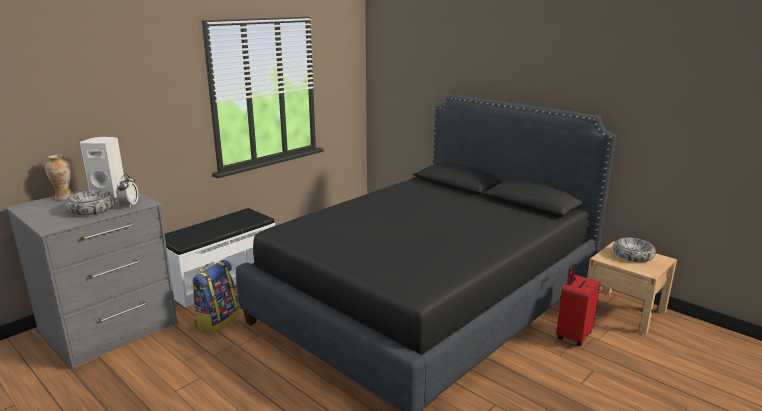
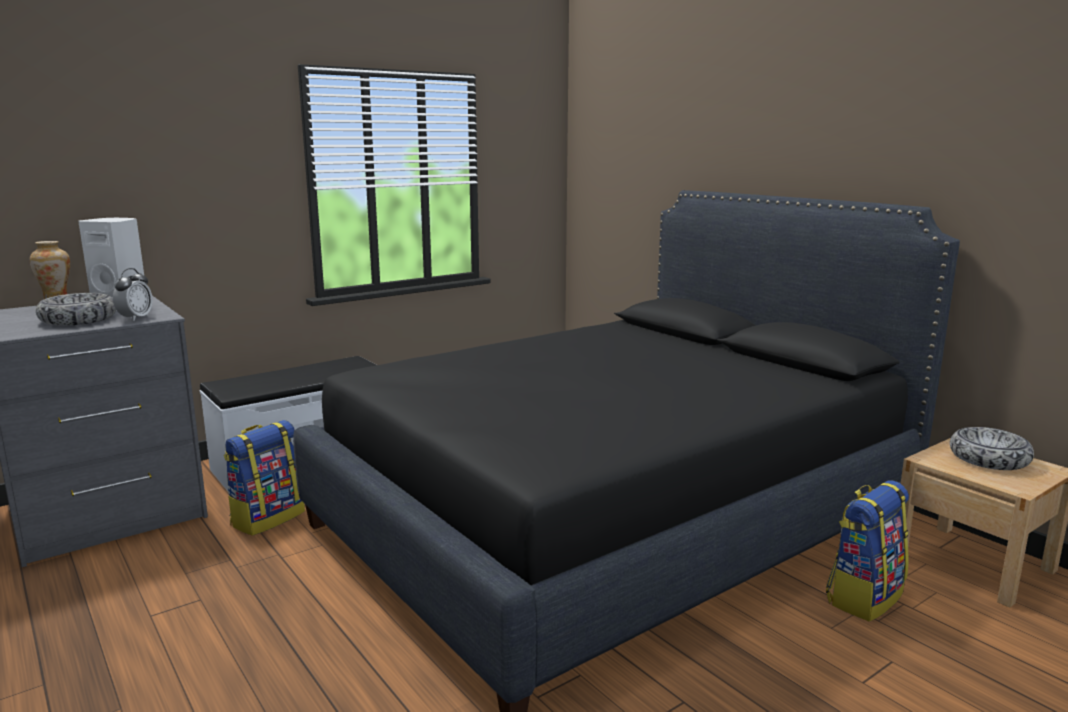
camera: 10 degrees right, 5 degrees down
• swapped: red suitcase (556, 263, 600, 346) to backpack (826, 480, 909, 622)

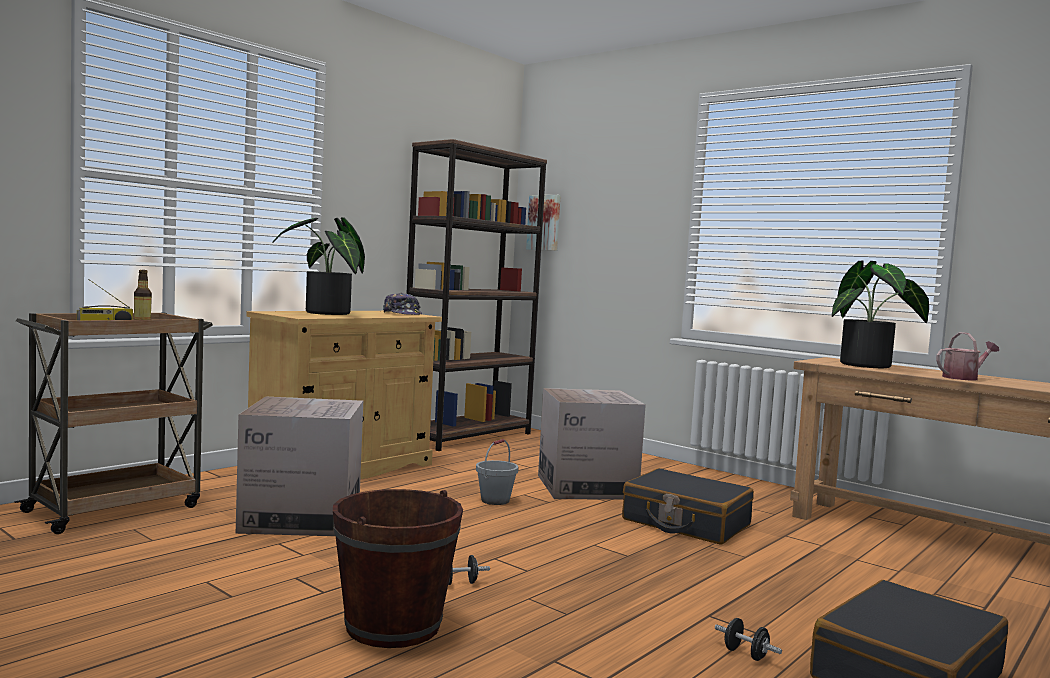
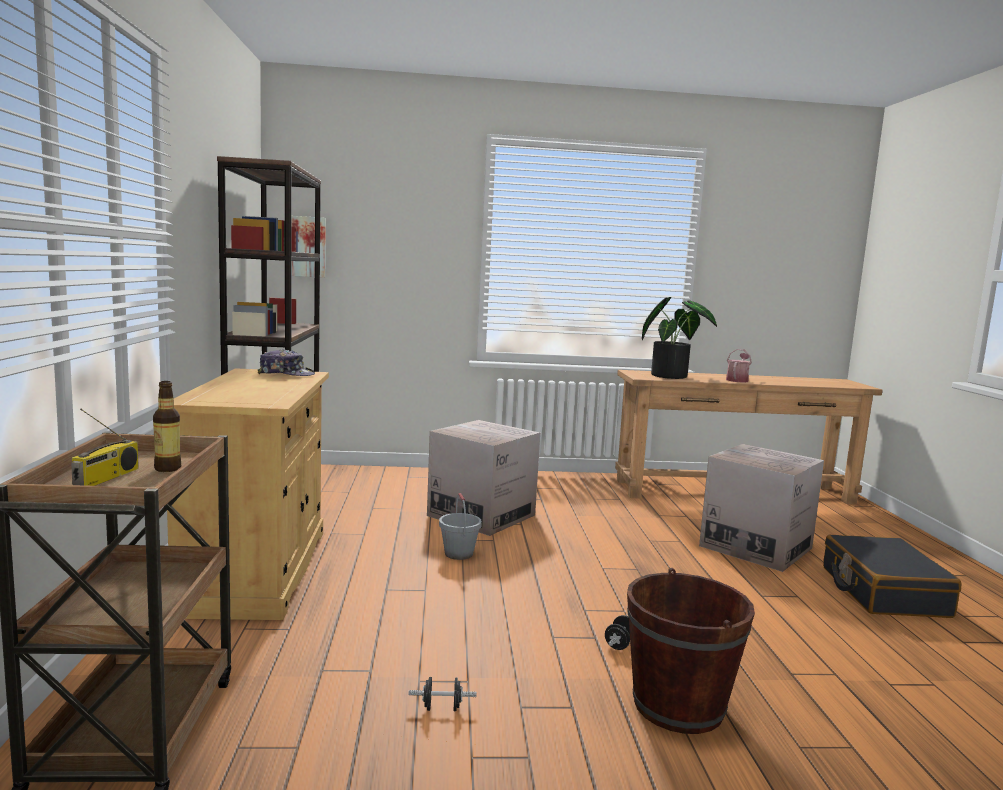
camera: 45 degrees left, 5 degrees up
• gone: potted plant (272, 217, 365, 315)
• gone: black suitcase (622, 468, 754, 545)
• shifted: cardboard box (236, 396, 363, 536) to (699, 444, 824, 572)
• shifted: black dumbbell (715, 618, 782, 661) to (408, 677, 477, 711)

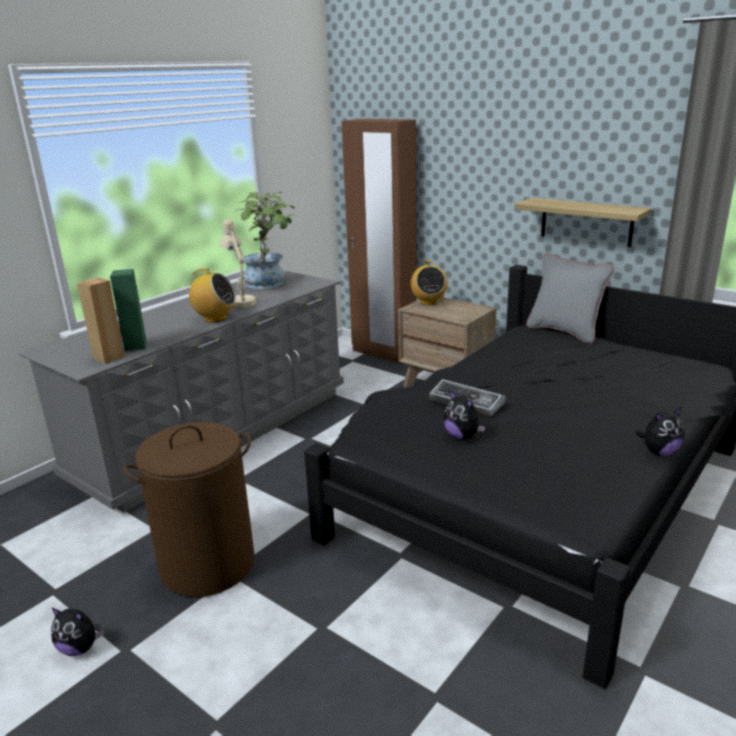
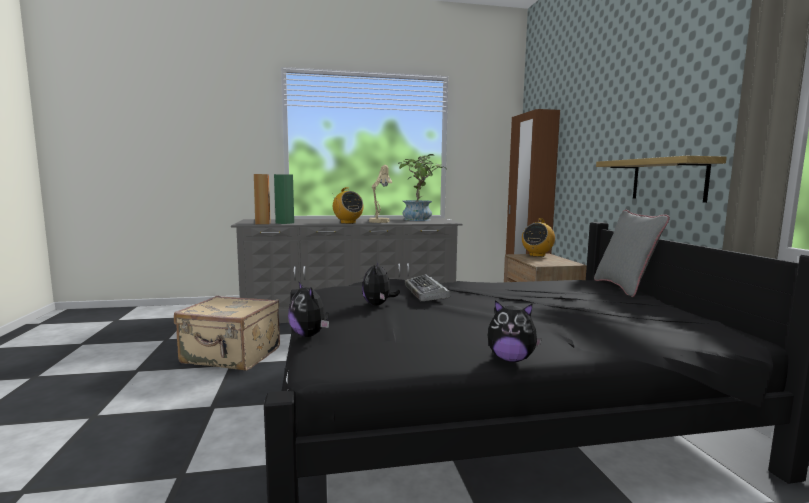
camera: 40 degrees right, 15 degrees down
• shifted: plush toy (51, 607, 104, 656) to (288, 282, 329, 337)
• swapped: brown laundry basket (124, 422, 255, 597) to beige suitcase (174, 296, 280, 371)

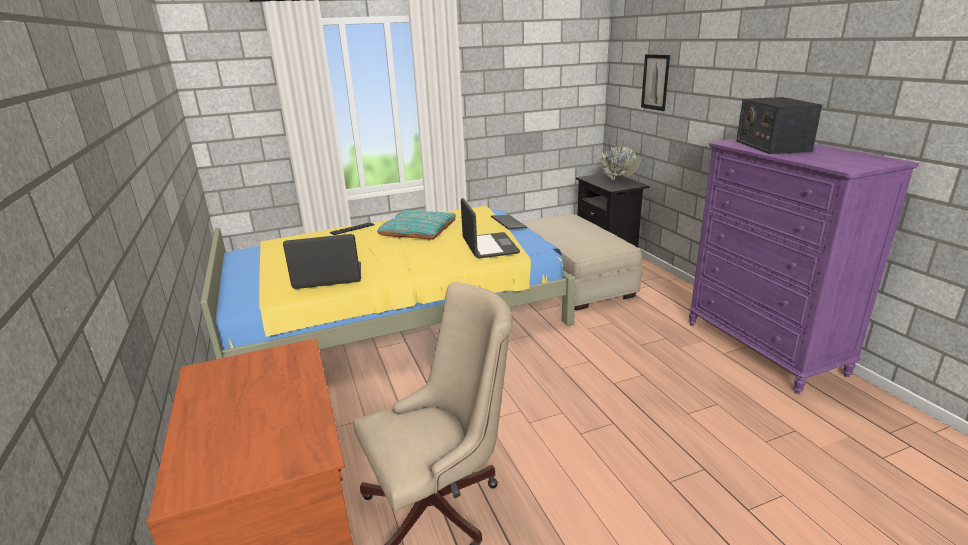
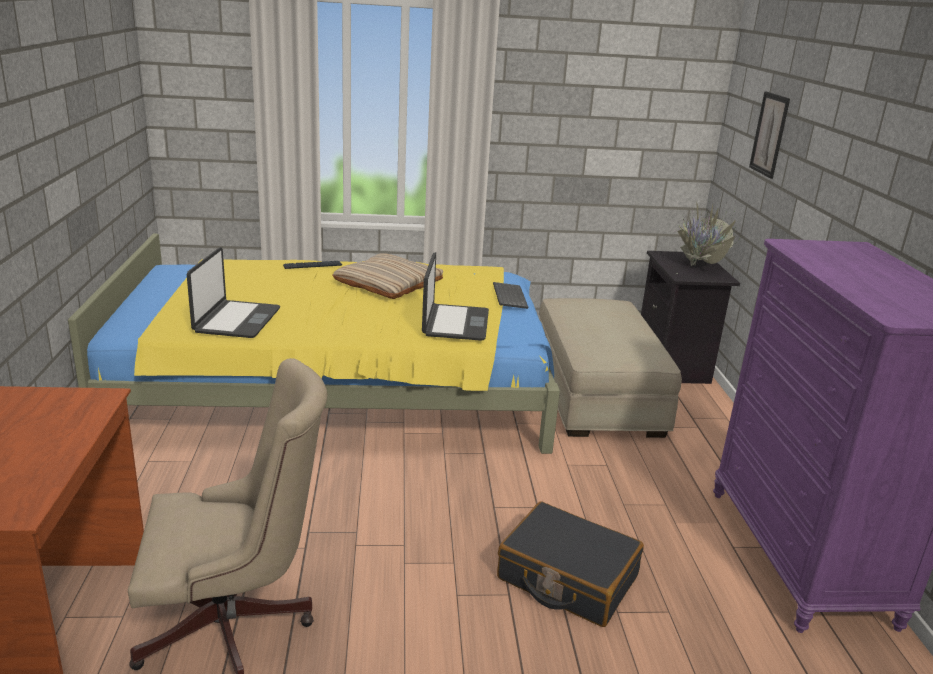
camera: 15 degrees right, 0 degrees up
• gone: radio (736, 97, 822, 154)
• new: black suitcase (497, 502, 644, 627)
• repainted: turquoise pillow (377, 210, 456, 240) to beige pillow (332, 253, 443, 299)
• rotated: laptop (283, 234, 361, 289) = (187, 247, 280, 338) 90 degrees clockwise

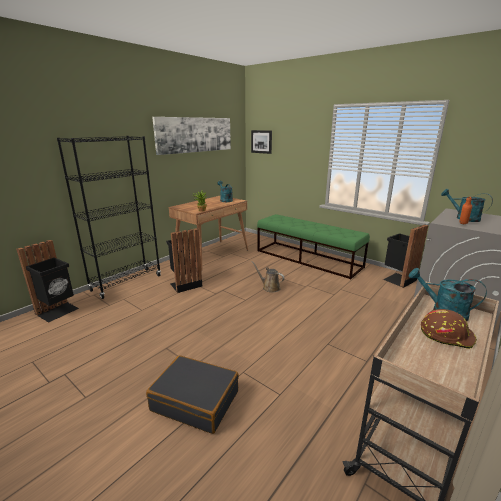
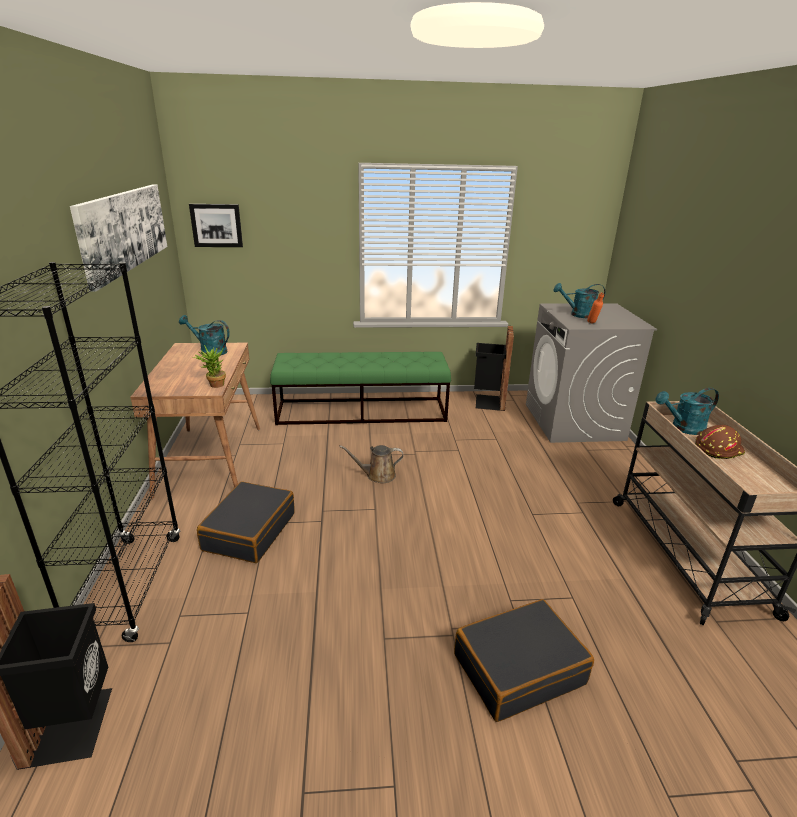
camera: 45 degrees left, 5 degrees up
• swapped: black trash can (166, 228, 202, 293) to black suitcase (197, 481, 295, 563)

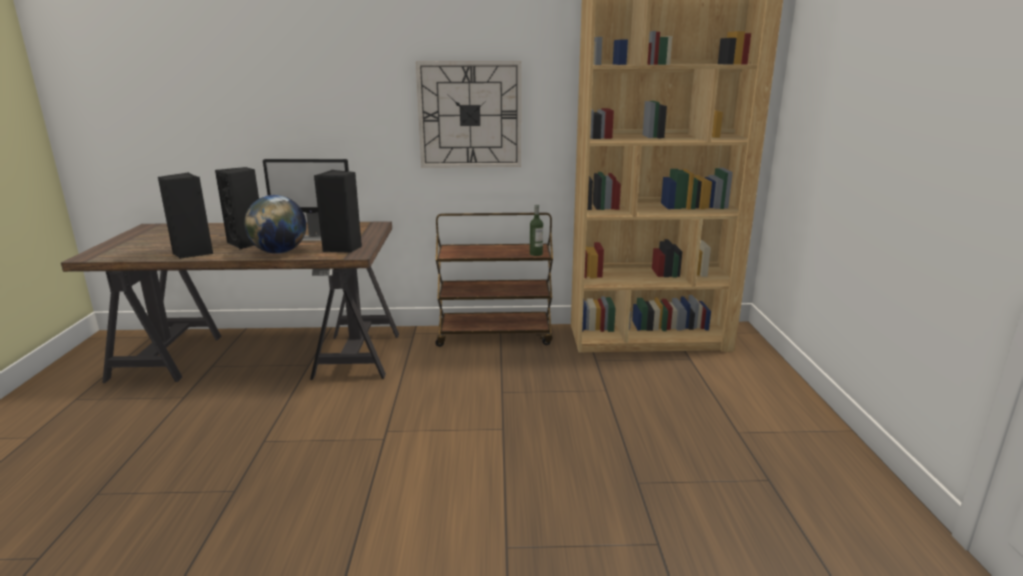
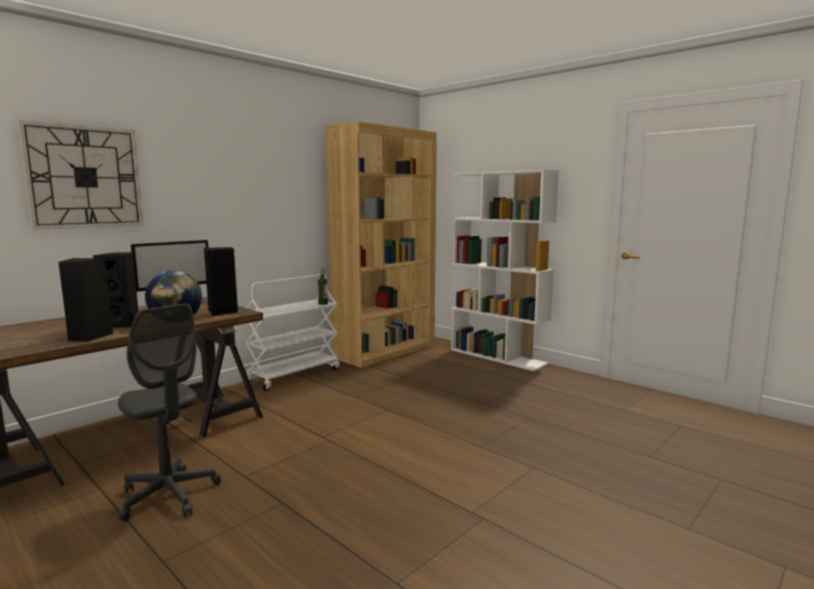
camera: 45 degrees left, 10 degrees down
• new: grey office chair (118, 304, 221, 521)
• new: white bookcase (451, 169, 559, 371)
• shifted: wall clock (416, 61, 521, 168) to (18, 120, 144, 230)
• repainted: brown cart (435, 212, 553, 347) to white cart (245, 274, 339, 391)

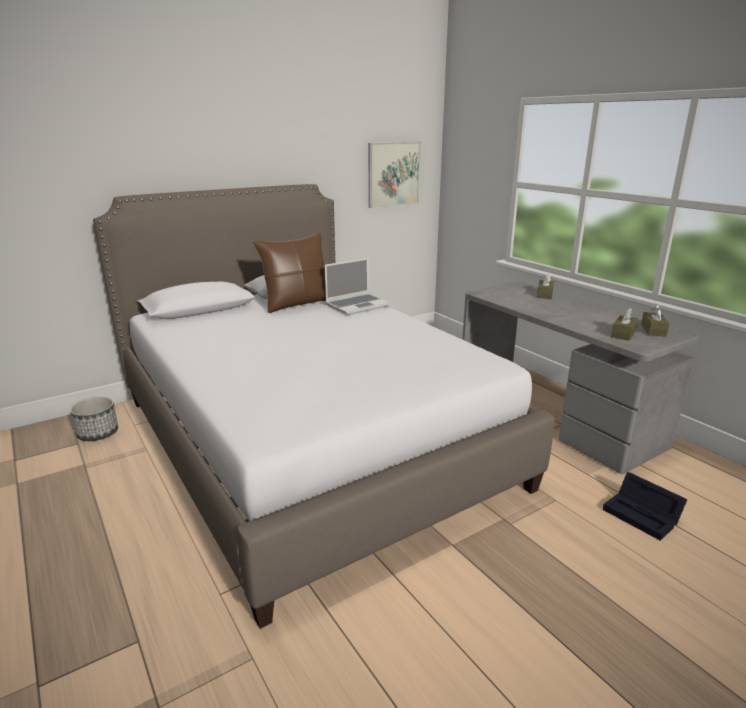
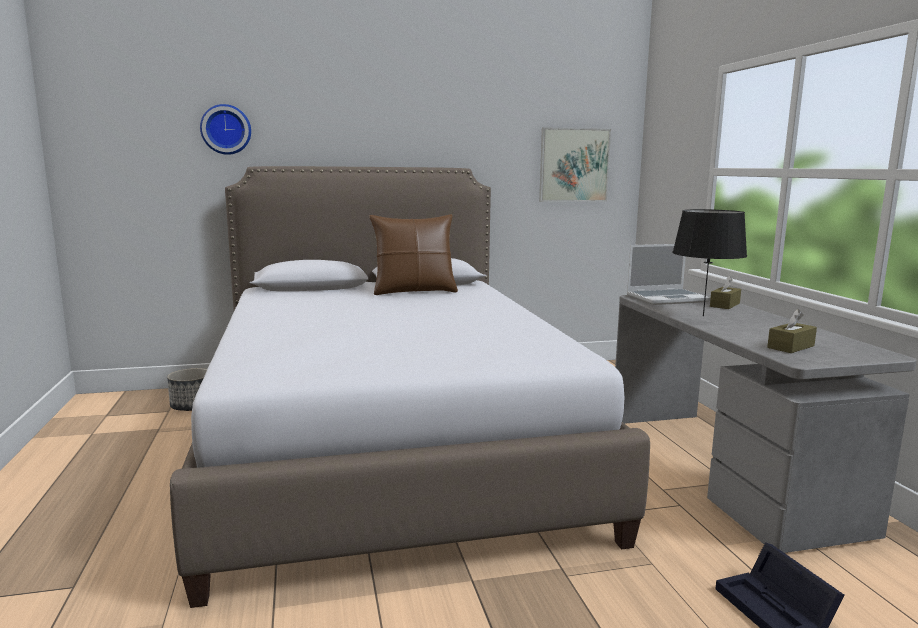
camera: 20 degrees right, 10 degrees down
• gone: brown tissue box (641, 304, 669, 337)
• new: wall clock (200, 104, 251, 155)
• new: black table lamp (672, 209, 747, 316)
• shifted: laptop (325, 258, 390, 315) to (627, 244, 711, 305)

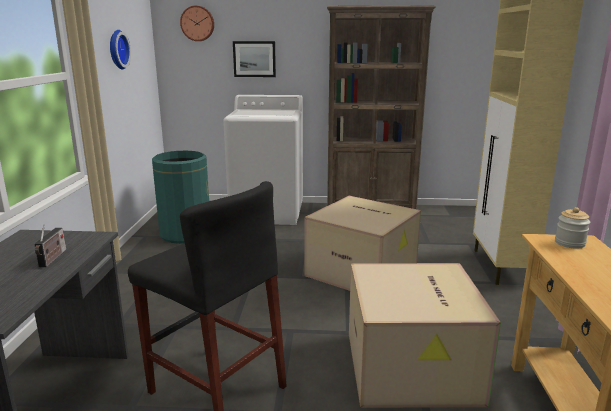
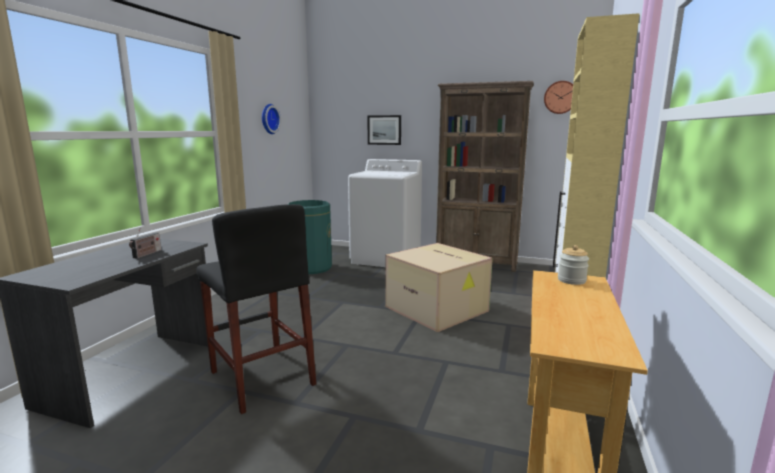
camera: 15 degrees right, 5 degrees down
• gone: cardboard box (349, 263, 501, 408)
• shifted: wall clock (180, 5, 214, 41) to (544, 81, 573, 114)

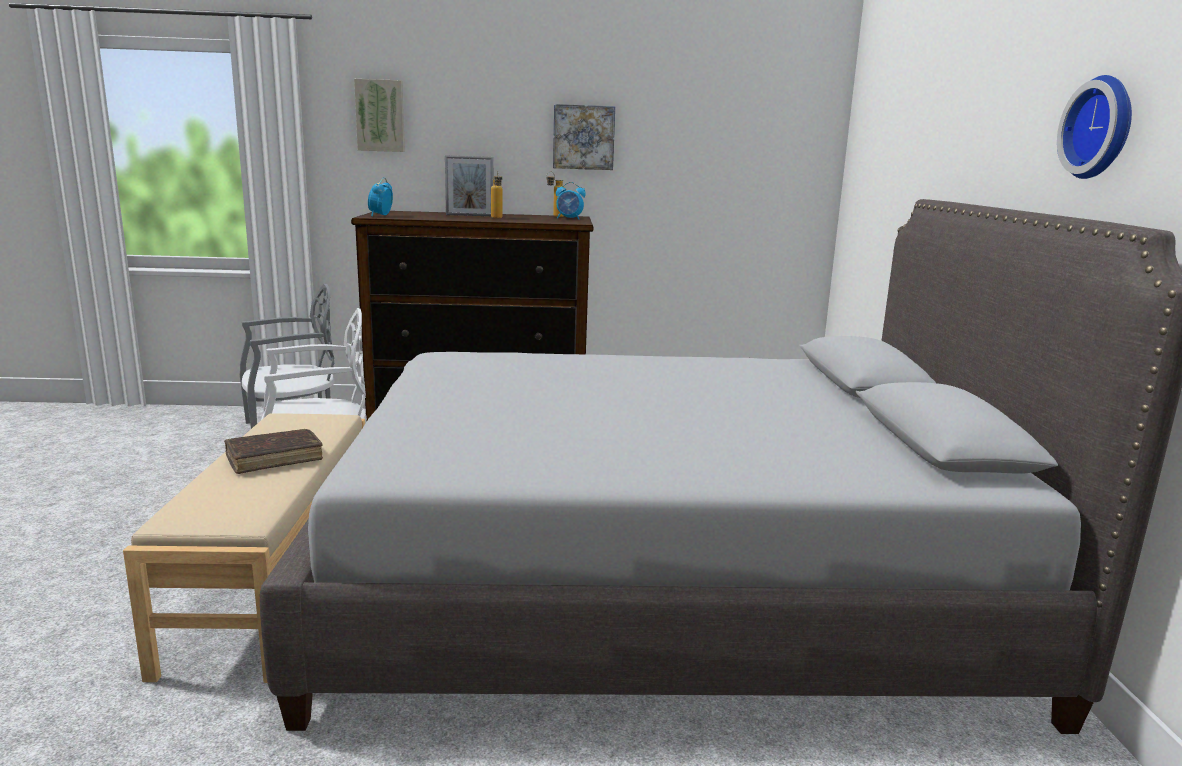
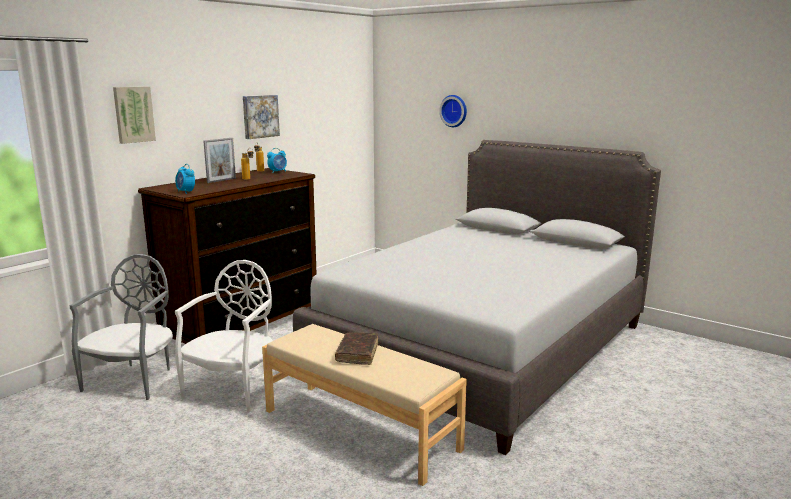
camera: 50 degrees left, 0 degrees up
• shifted: wall clock (1057, 75, 1132, 179) to (439, 95, 467, 127)

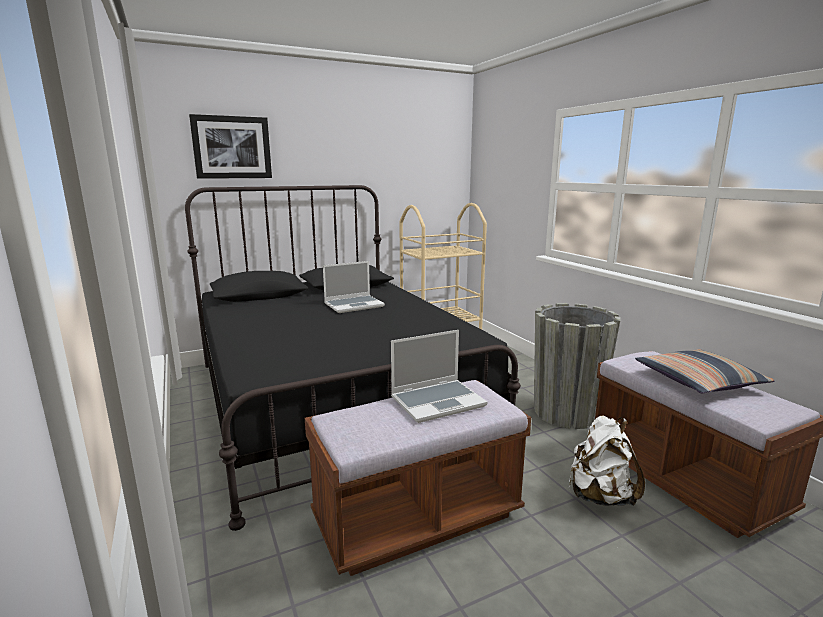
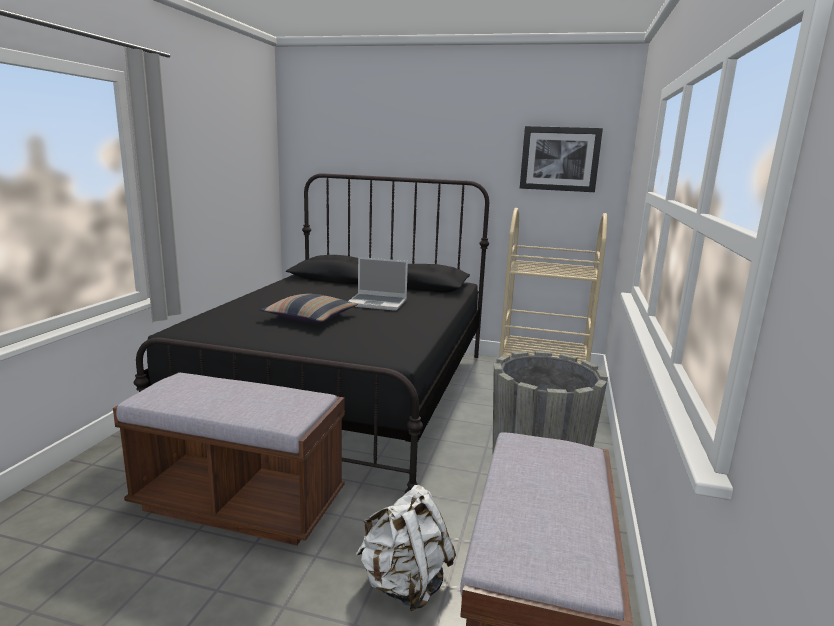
camera: 40 degrees right, 0 degrees up
• gone: laptop (391, 330, 487, 423)
• shifted: picture (189, 114, 272, 179) to (520, 126, 603, 192)
• shifted: pillow (635, 349, 774, 394) to (260, 294, 358, 323)

